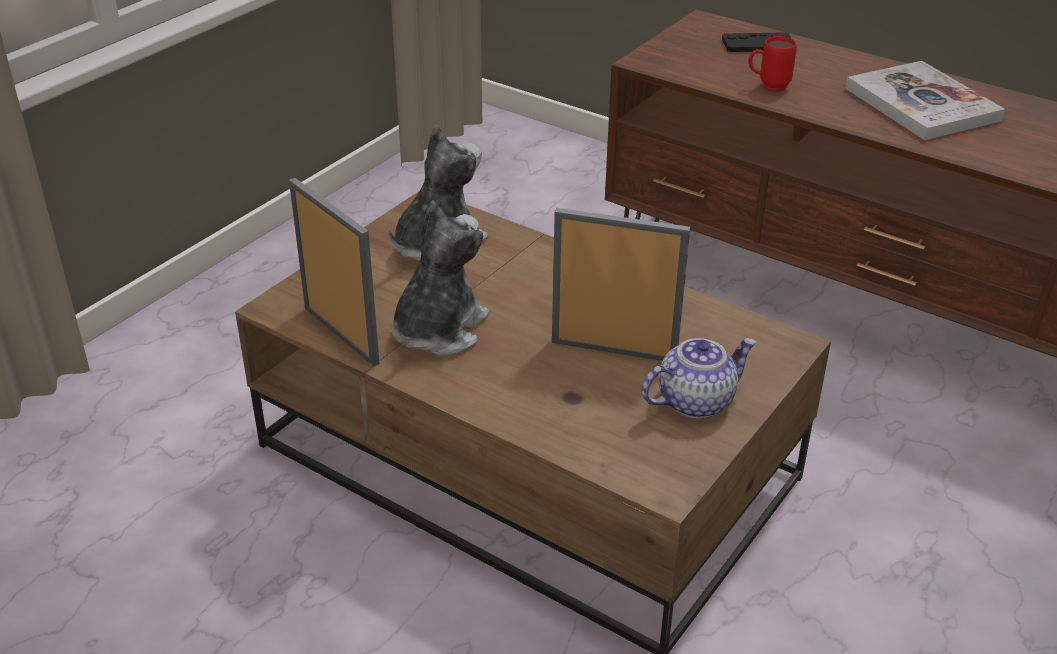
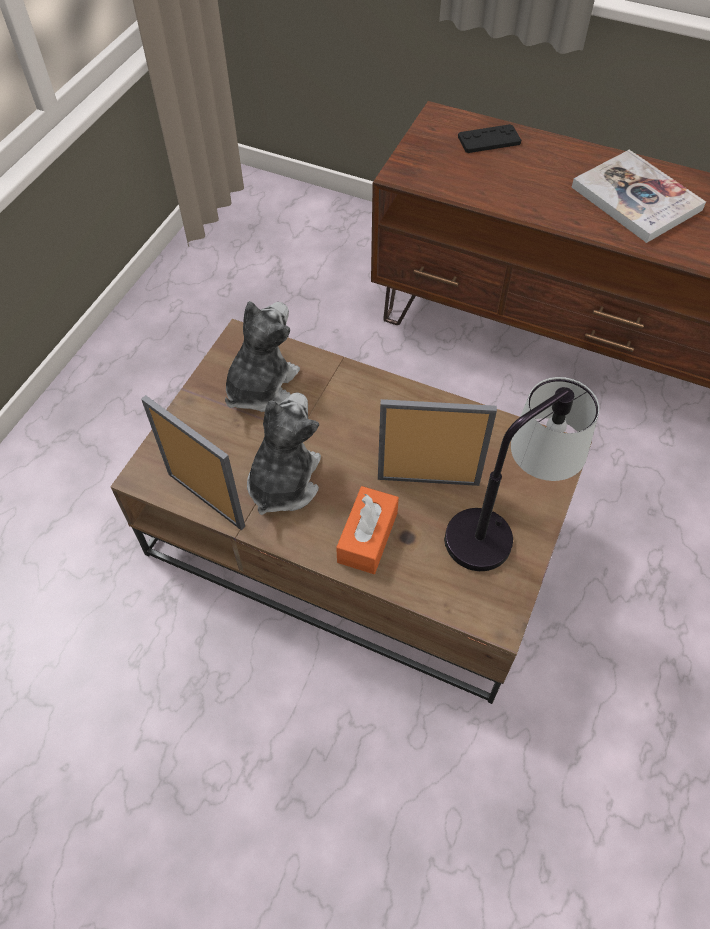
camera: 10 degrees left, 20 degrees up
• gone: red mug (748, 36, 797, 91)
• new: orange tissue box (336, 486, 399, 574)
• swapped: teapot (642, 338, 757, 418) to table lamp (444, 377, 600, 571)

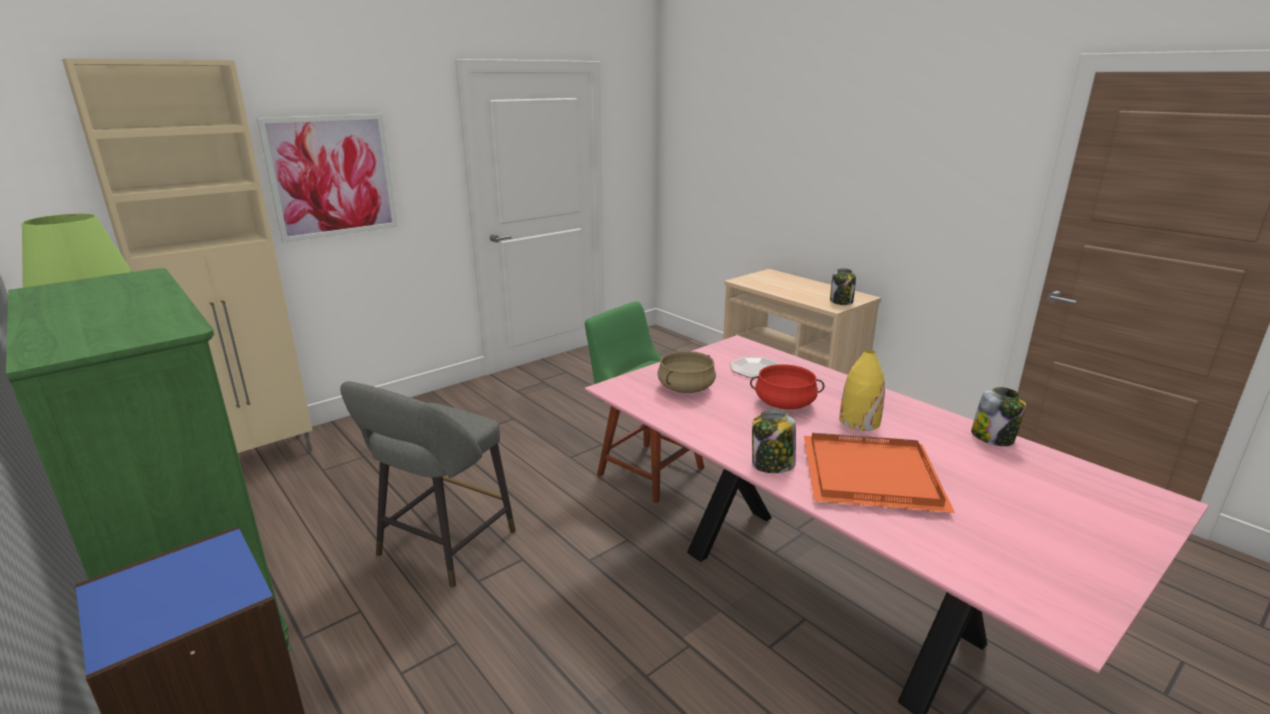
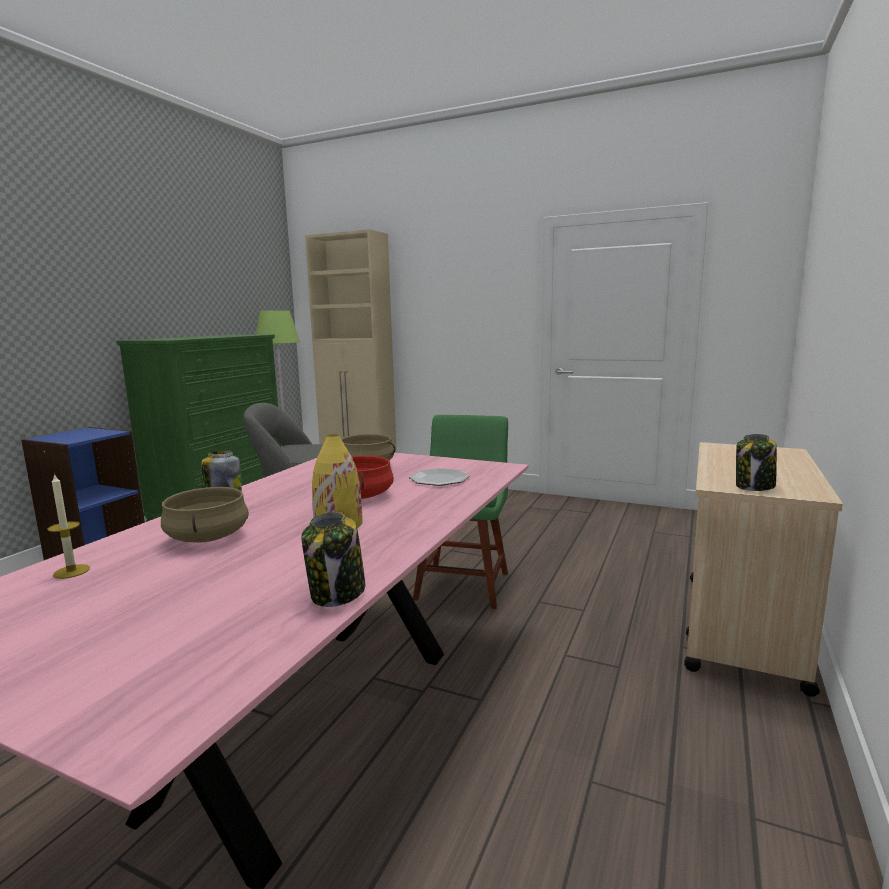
camera: 65 degrees right, 10 degrees down
• gone: picture (257, 114, 398, 243)
• new: candle (47, 473, 90, 579)
• swapped: orange tray (804, 433, 955, 513) to beige cooking pot (161, 487, 249, 543)

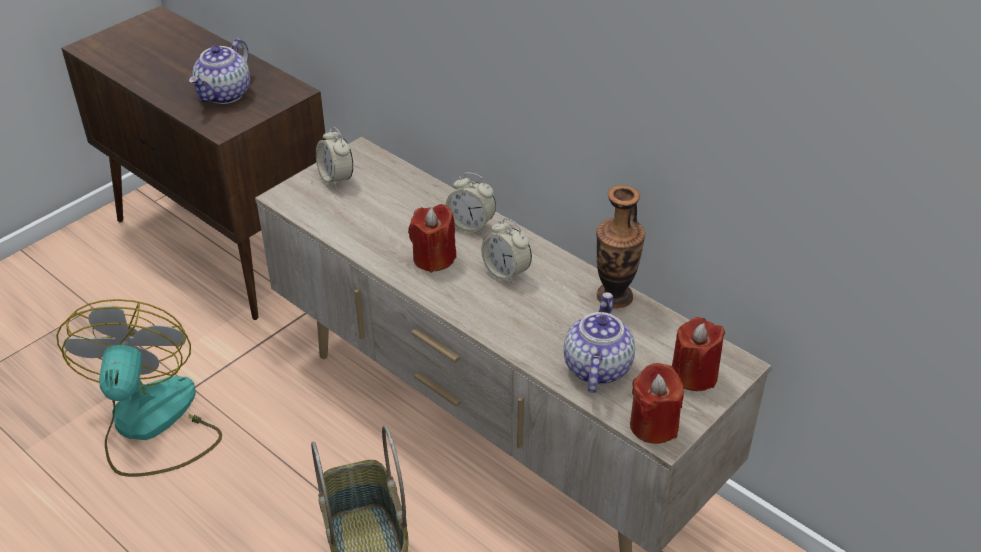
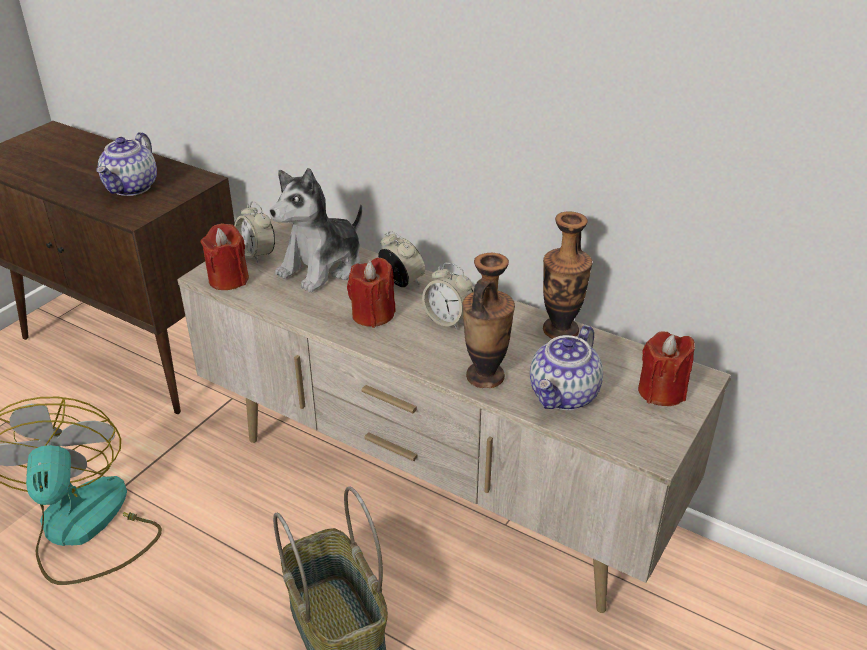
camera: 10 degrees left, 5 degrees down
• new: plush toy (270, 168, 362, 292)
• new: vase (463, 253, 515, 388)
• shifted: red candle (630, 363, 684, 444) to (201, 223, 249, 290)
• rotated: alarm clock (446, 173, 496, 234) = (378, 231, 425, 287) 150 degrees counterclockwise
• rotated: teapot (564, 292, 635, 393) = (530, 325, 603, 410) 150 degrees counterclockwise

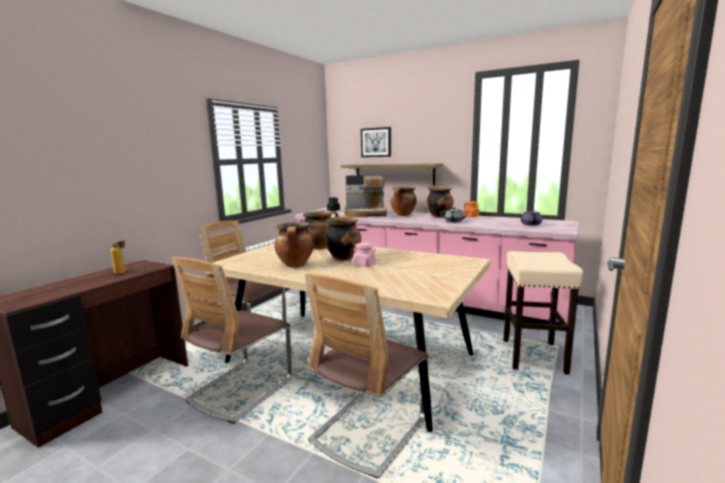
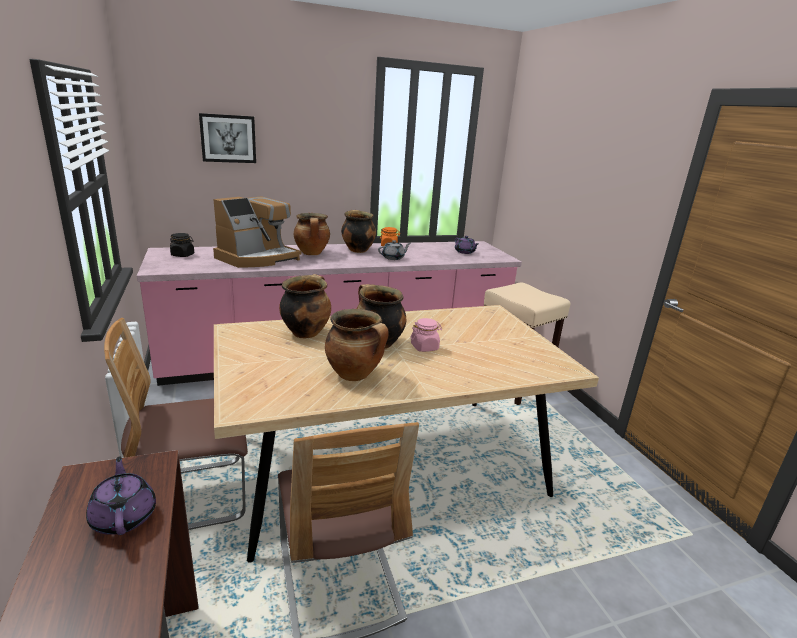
camera: 50 degrees left, 10 degrees up
• gone: chair (305, 274, 429, 479)
• gone: shelf (341, 163, 443, 186)
• swapped: bottle (110, 236, 125, 274) to purple teapot (86, 456, 156, 535)

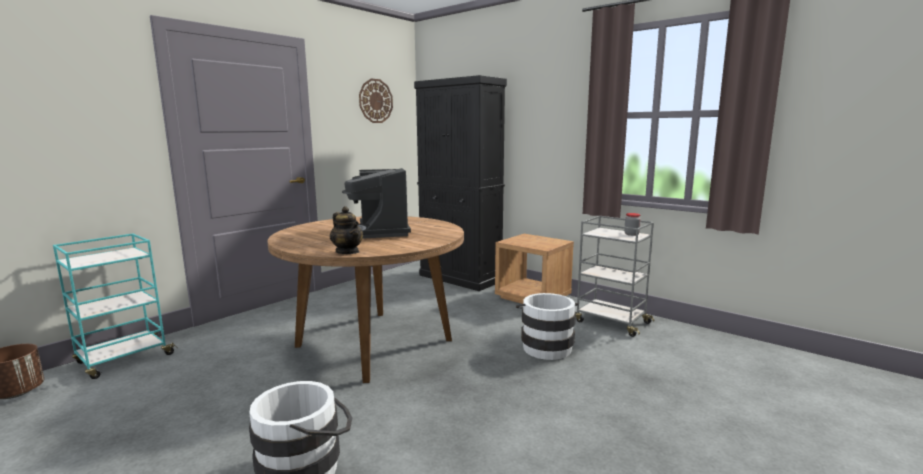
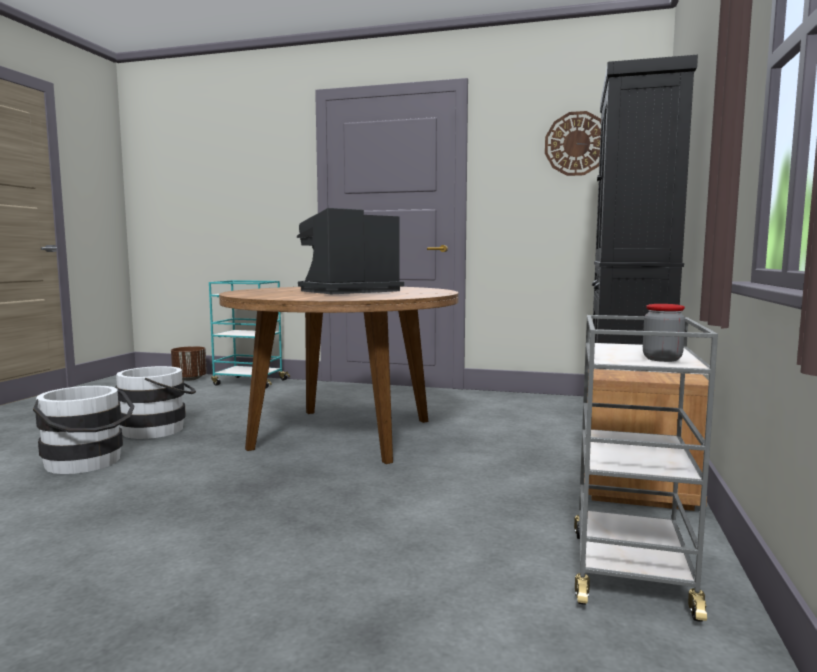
camera: 65 degrees right, 5 degrees down
• gone: teapot (330, 206, 363, 254)
• shifted: white bucket (516, 293, 578, 360) to (115, 366, 196, 439)

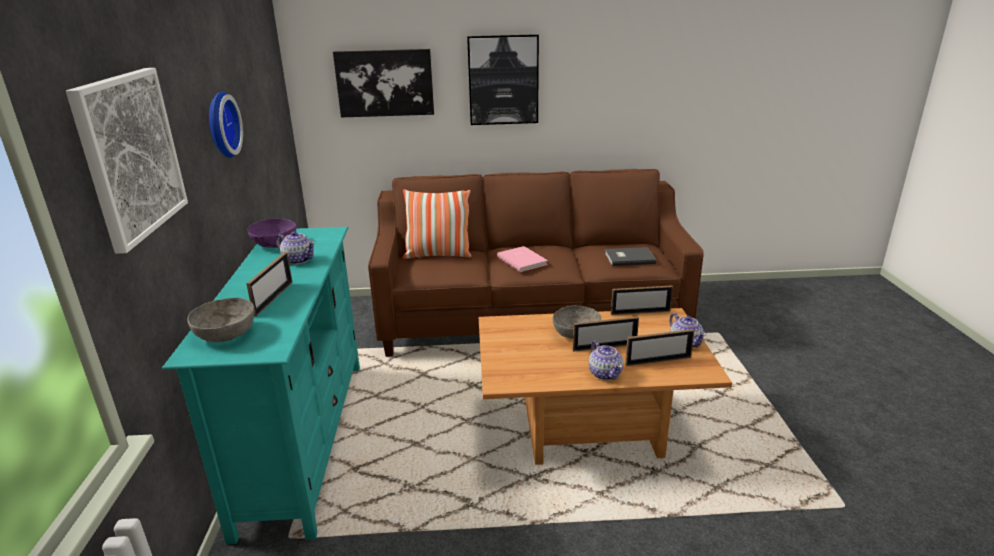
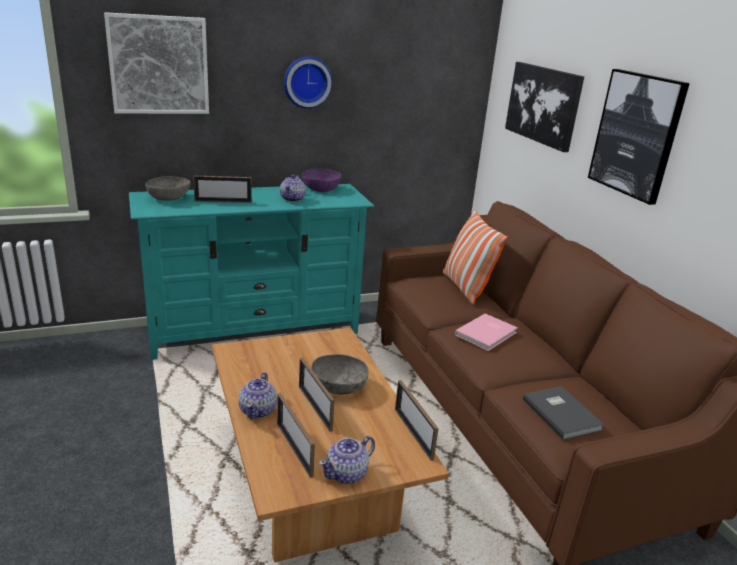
camera: 70 degrees right, 0 degrees up
• rotated: teapot (589, 341, 623, 380) = (238, 372, 277, 419) 45 degrees counterclockwise

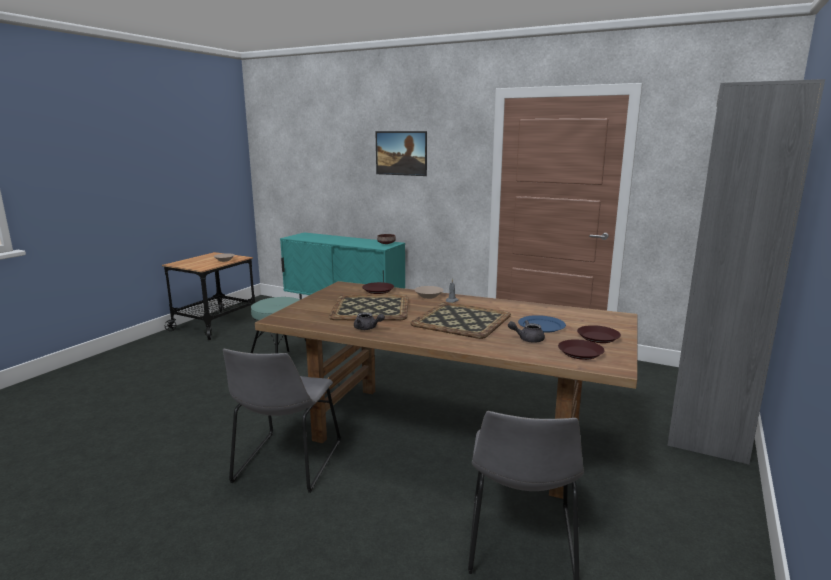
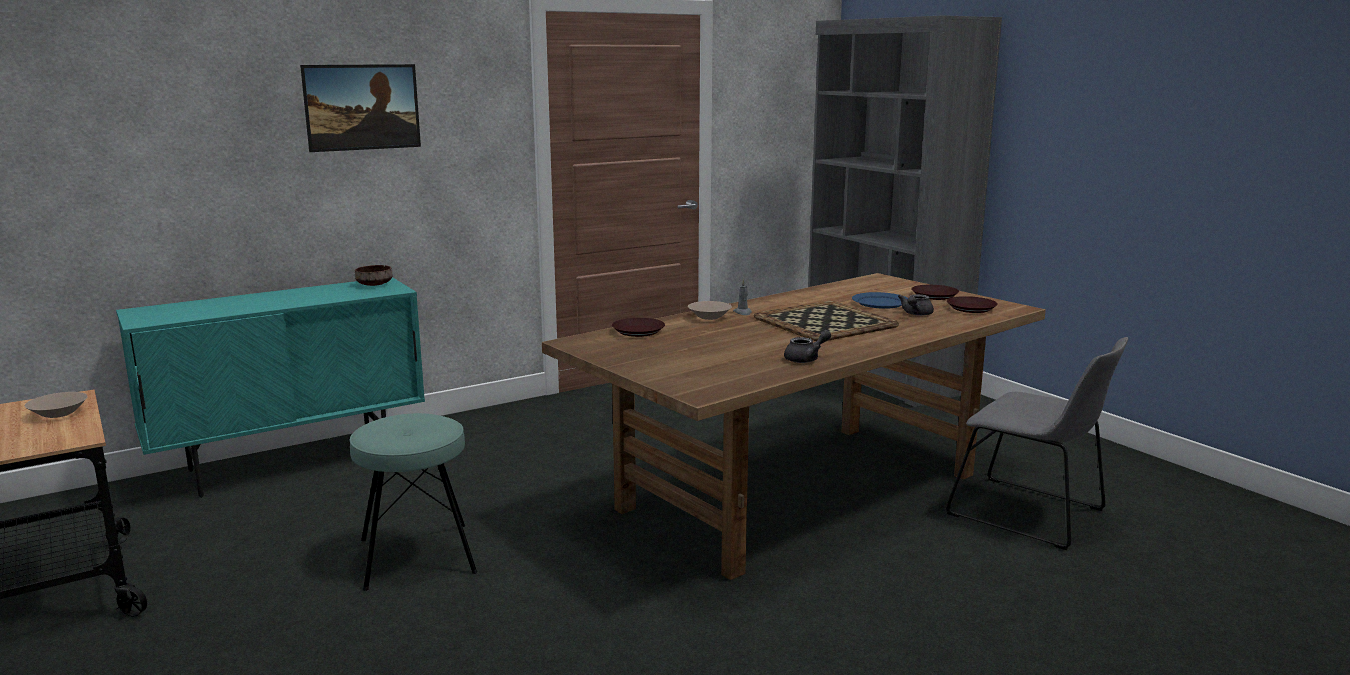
camera: 60 degrees left, 0 degrees up
• gone: grey chair (223, 349, 341, 493)
• gone: tray (329, 295, 409, 320)

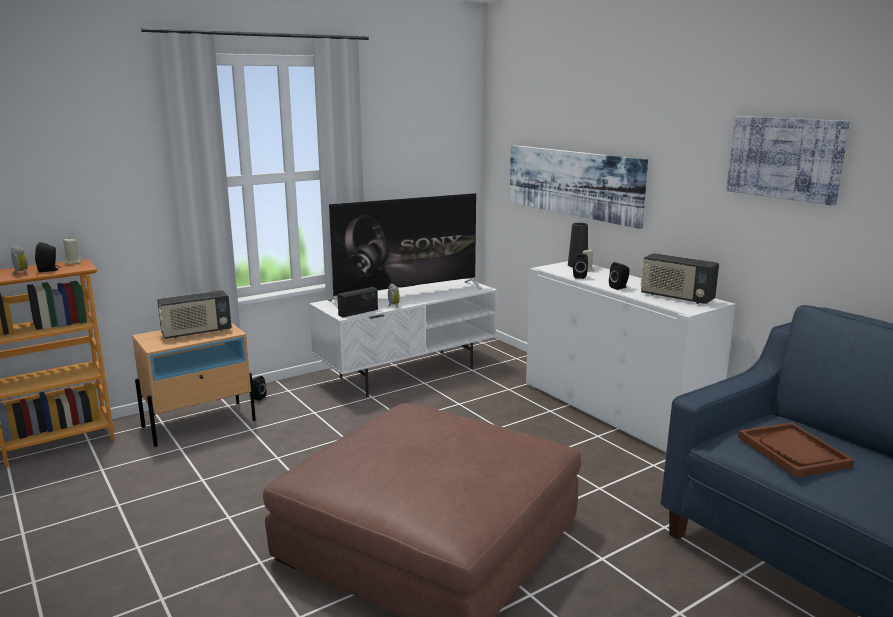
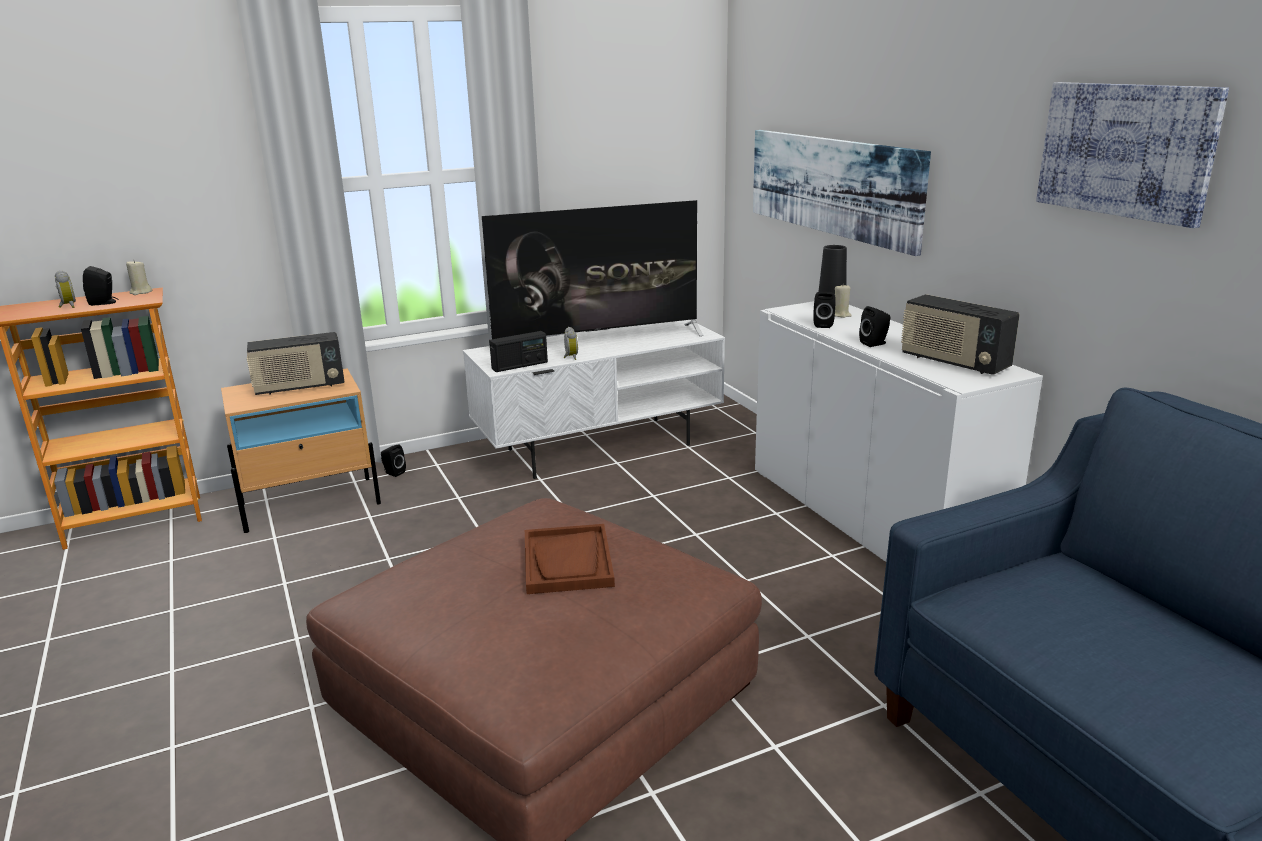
camera: 10 degrees right, 5 degrees up
• shifted: brown tray (738, 422, 854, 478) to (525, 524, 615, 594)

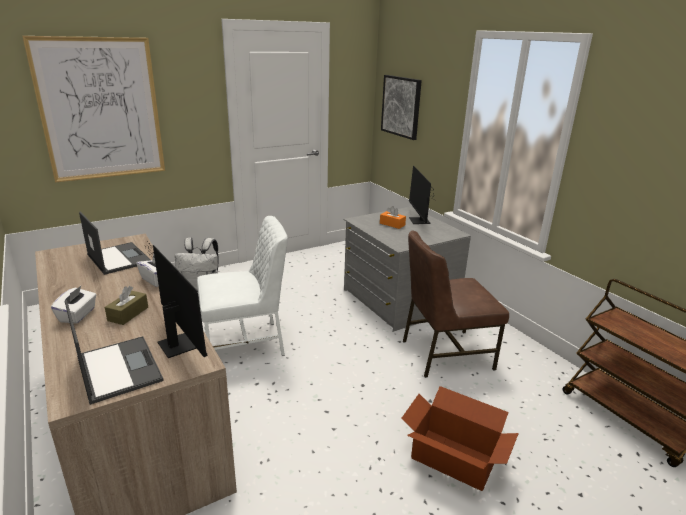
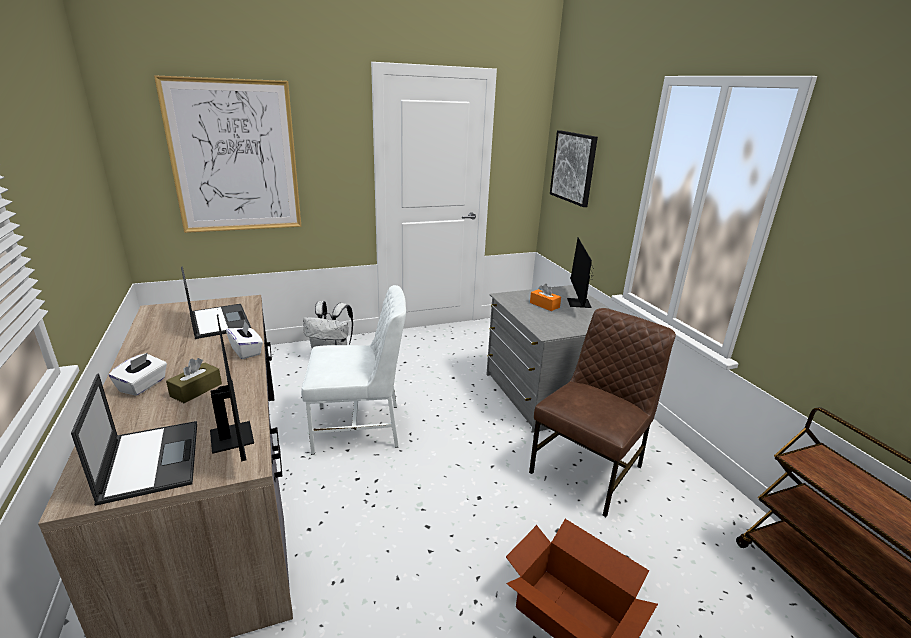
camera: 10 degrees right, 0 degrees up
• rotated: brown chair (403, 231, 509, 378) = (529, 308, 676, 517) 135 degrees clockwise

